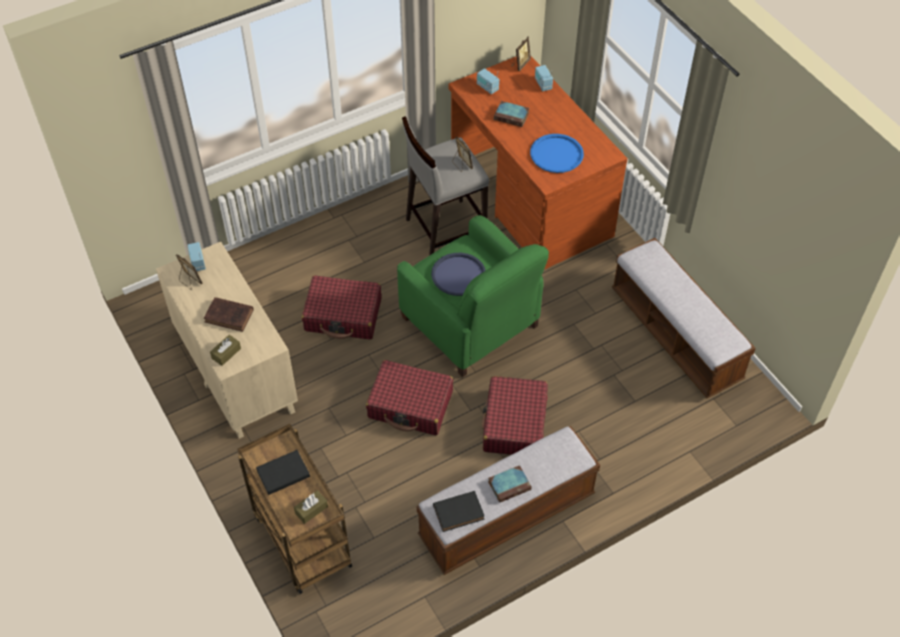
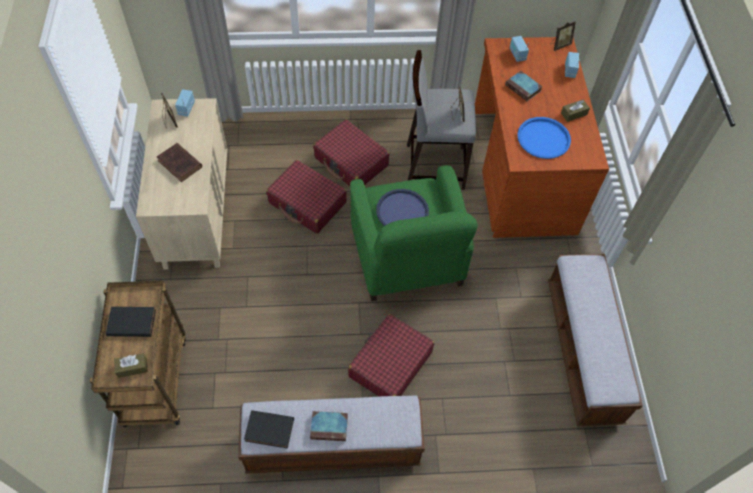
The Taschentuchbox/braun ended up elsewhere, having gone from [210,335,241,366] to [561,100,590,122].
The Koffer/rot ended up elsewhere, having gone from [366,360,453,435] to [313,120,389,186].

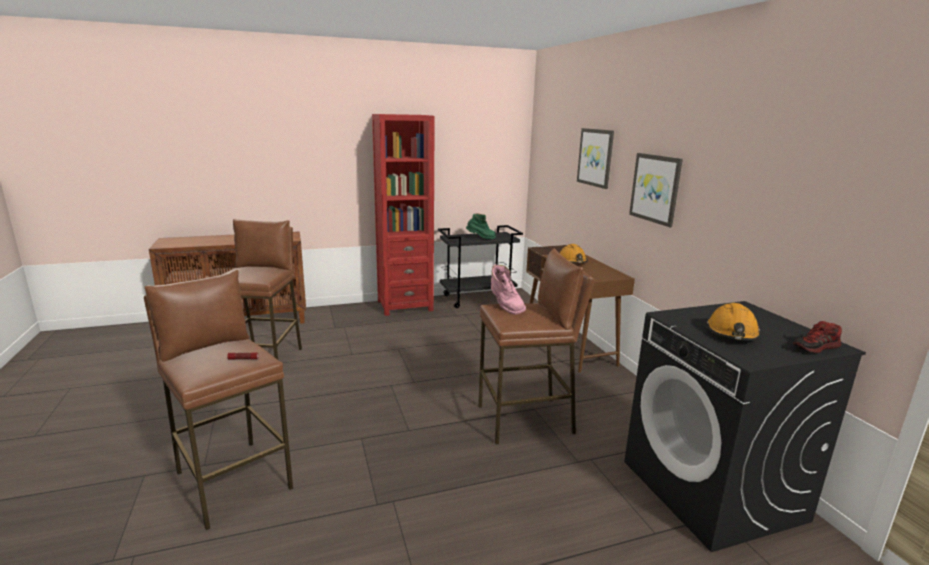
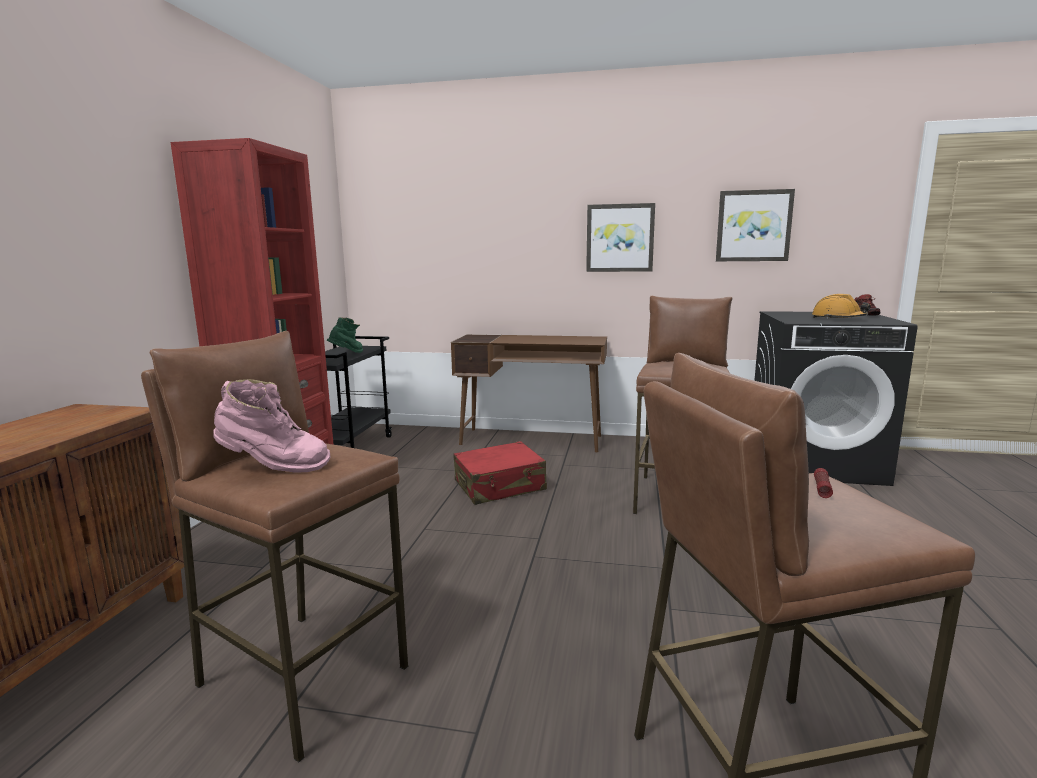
The Bild ended up elsewhere, having gone from [577,128,614,189] to [716,189,795,261].
The second view lost the Schutzhelm/orange at [560,244,588,263].
The Stiefel/rosa ended up elsewhere, having gone from [491,264,526,315] to [213,379,331,473].
The second view gained the Koffer/rot at [453,441,547,505].

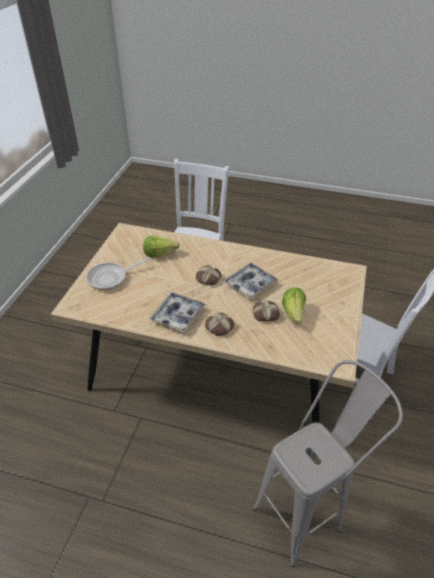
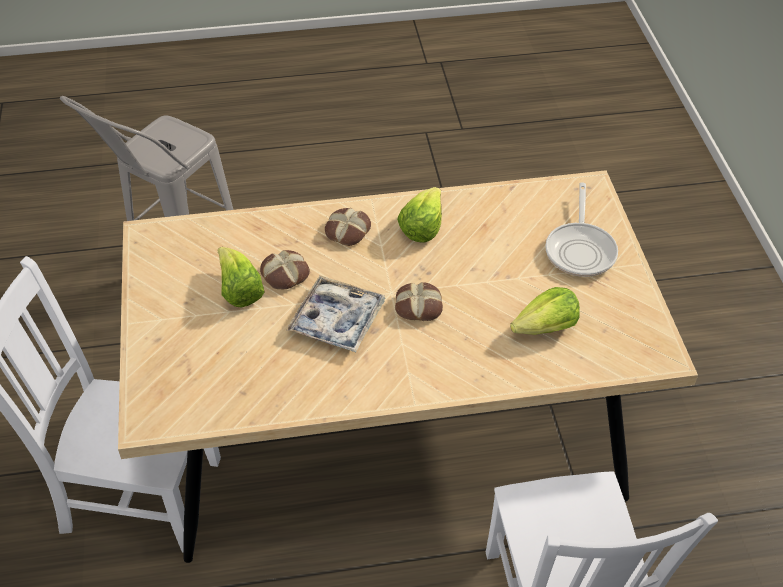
The Pfanne at [86,257,151,290] ended up facing another way, 150 degrees clockwise from before.
Where the Tablett stood at [150,292,206,333], the Salatkopf came to stand at [397,187,442,242].

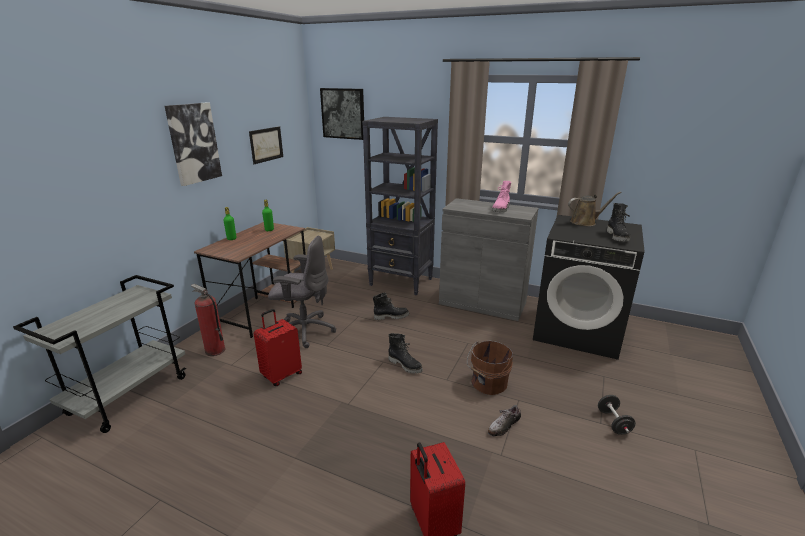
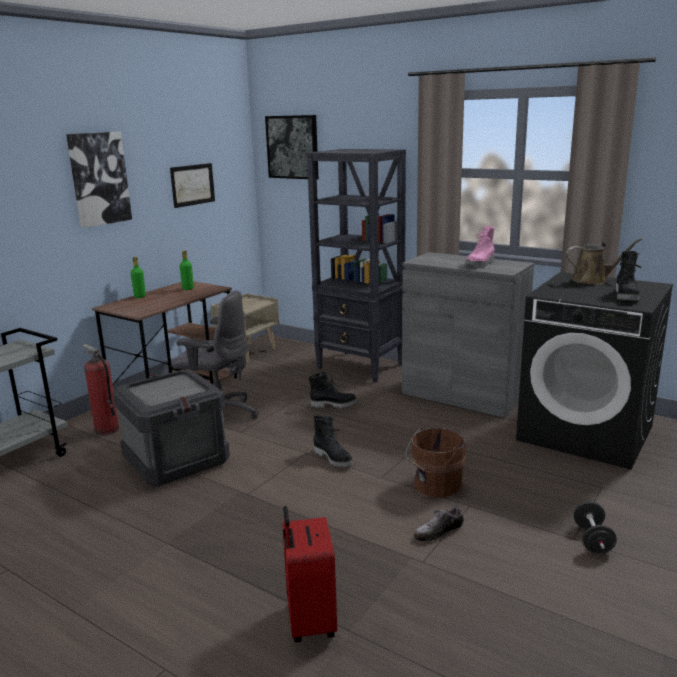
Where the Koffer/rot stood at [254,309,302,386], the Kiste came to stand at [113,369,230,486].

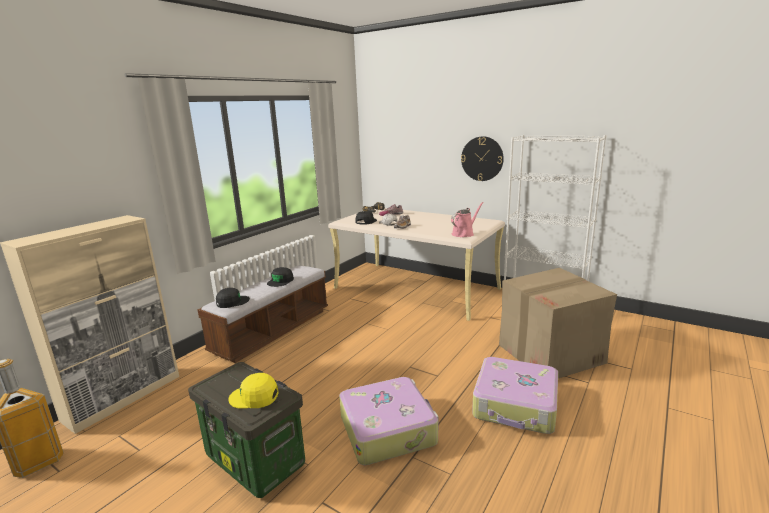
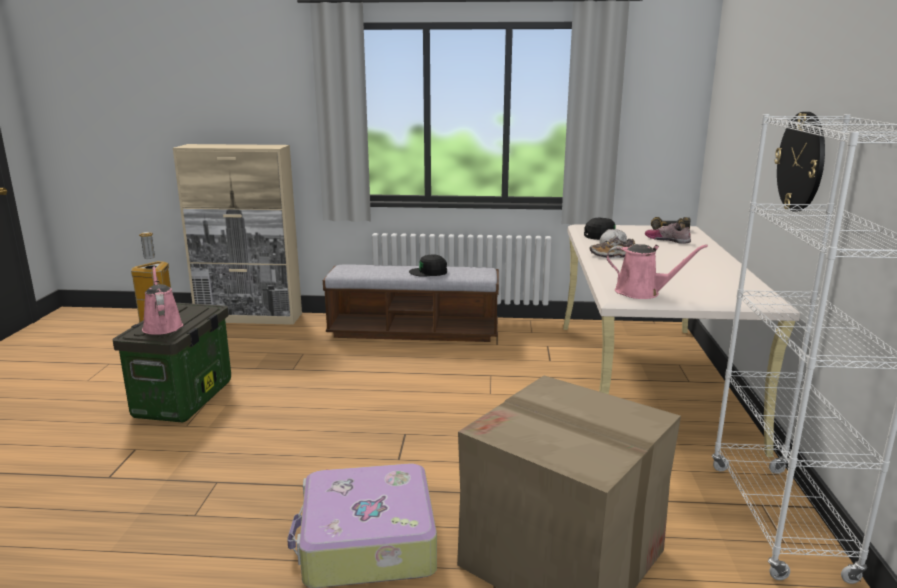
The second view lost the Kappe/schwarz at [216,288,250,308].
Where the Kappe/gelb stood at [228,373,278,408], the Gießkanne/rosa came to stand at [142,266,183,335].
The second view lost the Koffer at [339,377,439,465].

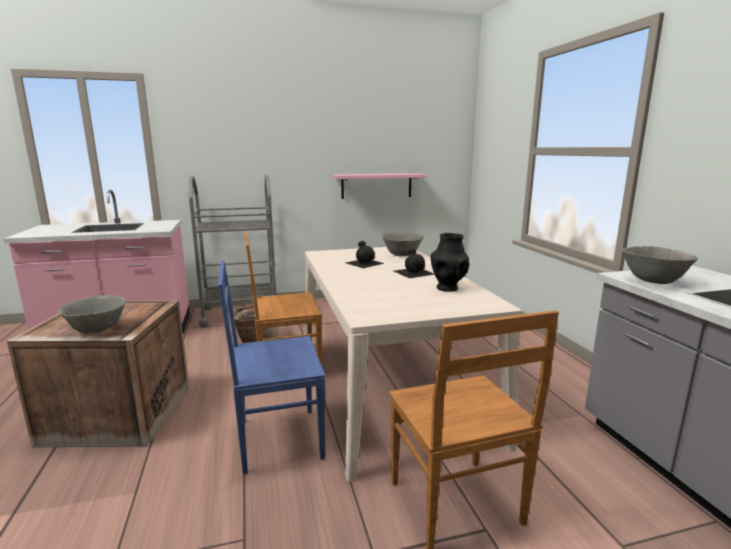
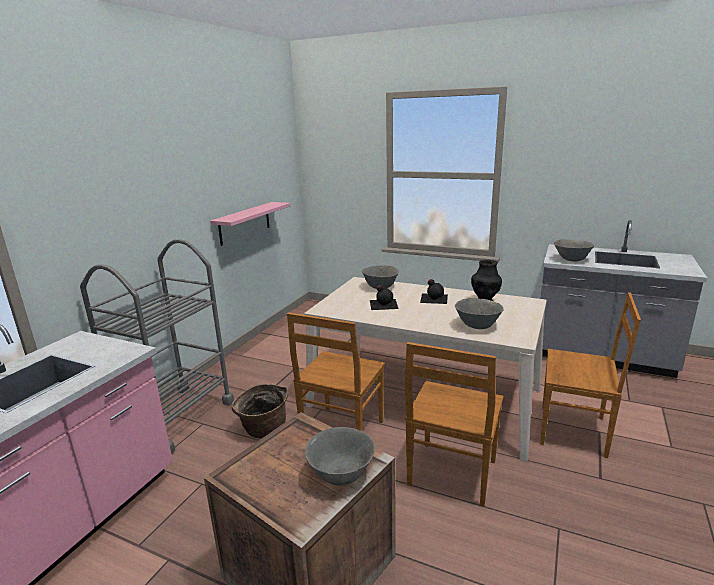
What was the Stuhl/blau at [218,260,325,474] turned into the Stuhl/braun at [405,342,503,507].
The second view gained the Schüssel/grau at [455,298,504,329].

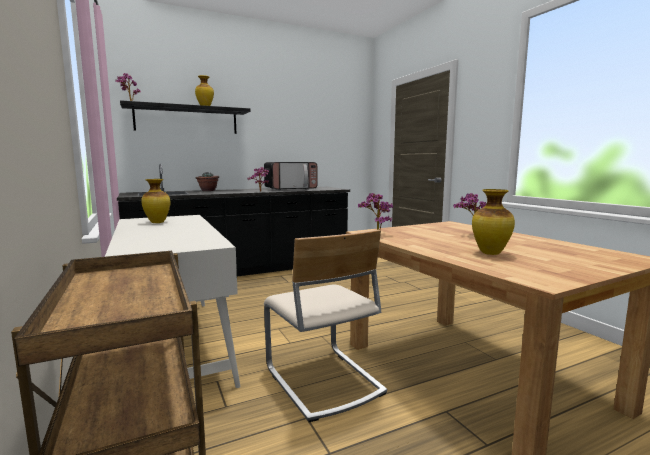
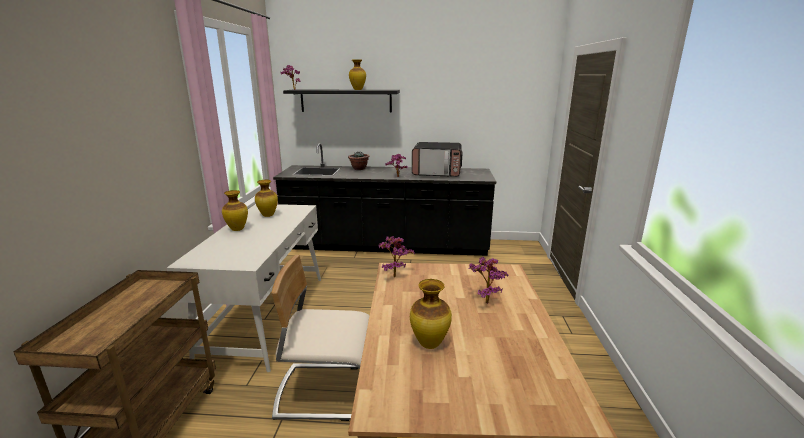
The Stuhl/beige at [264,230,387,422] ended up facing another way, 90 degrees clockwise from before.
The second view gained the Vase at [222,190,248,231].

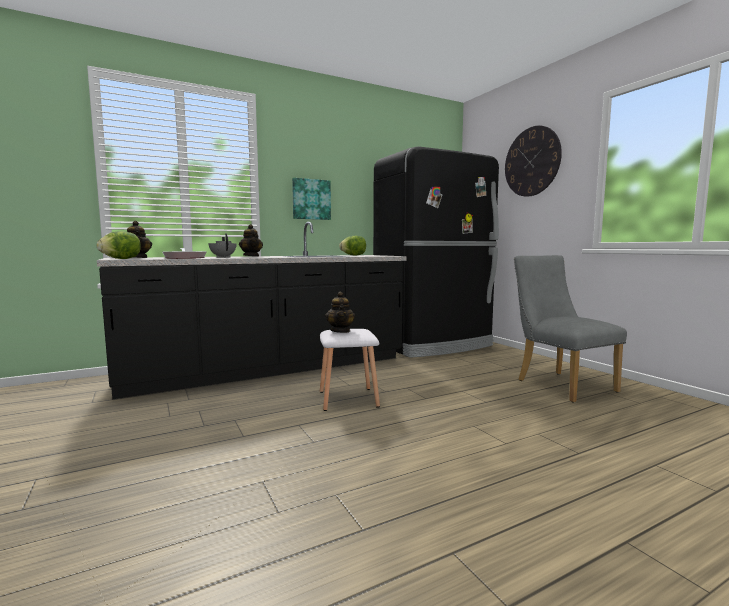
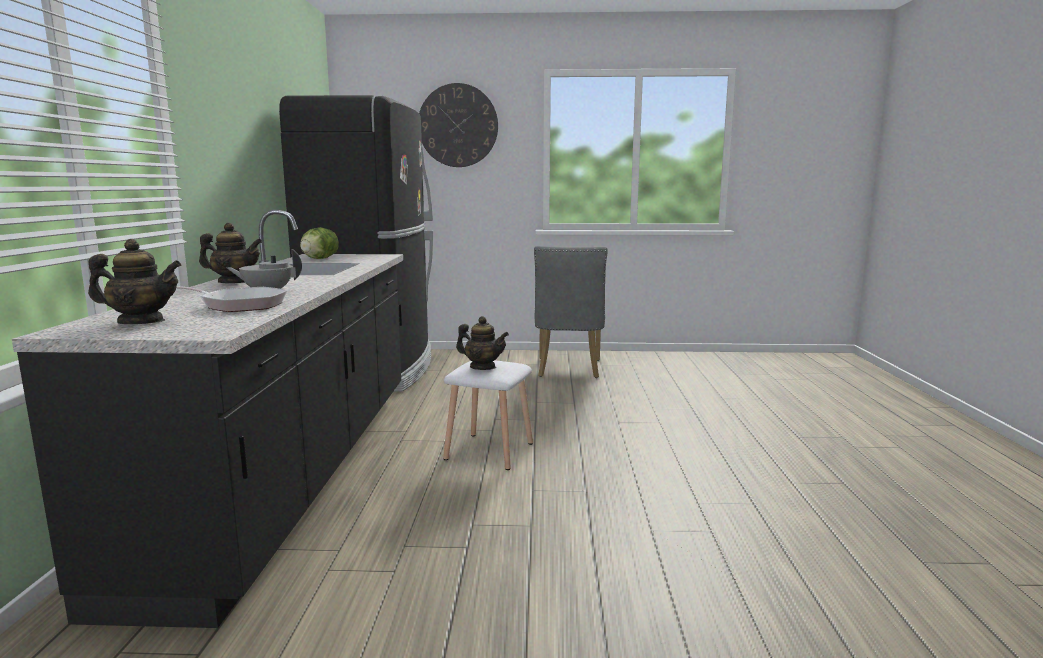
The second view lost the Bild at [292,178,331,220].
The second view lost the Salatkopf at [97,231,141,259].
The Stuhl/grau at [514,255,627,403] ended up facing another way, 90 degrees counterclockwise from before.

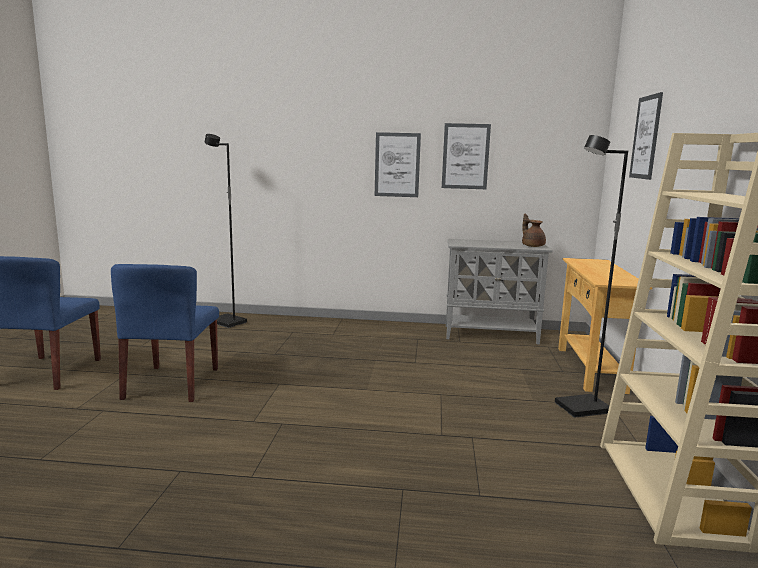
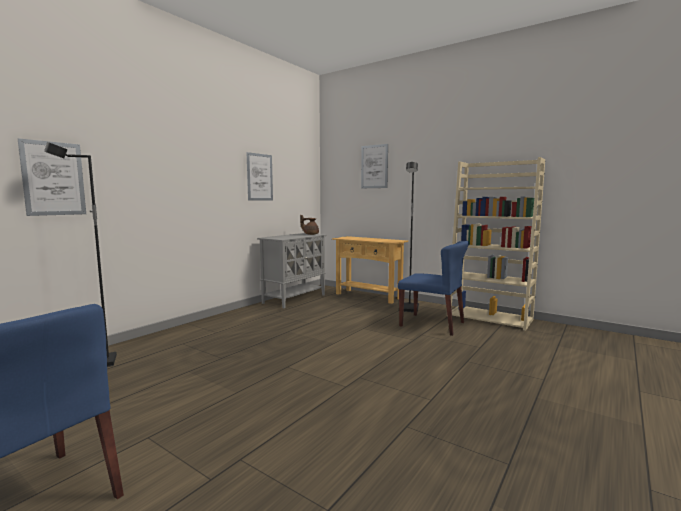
The Bild ended up elsewhere, having gone from [375,132,421,197] to [18,138,86,216].
The Stuhl/blau ended up elsewhere, having gone from [111,264,219,402] to [398,241,469,336].

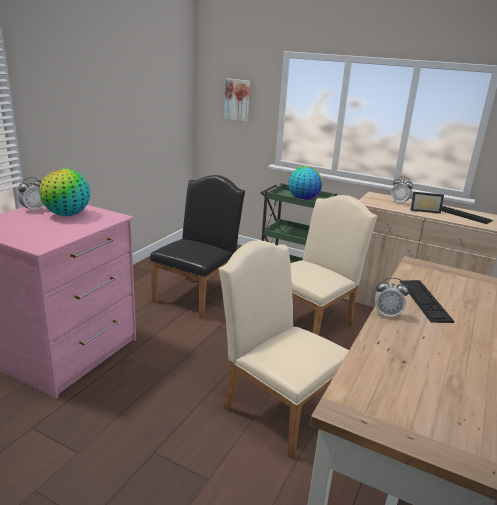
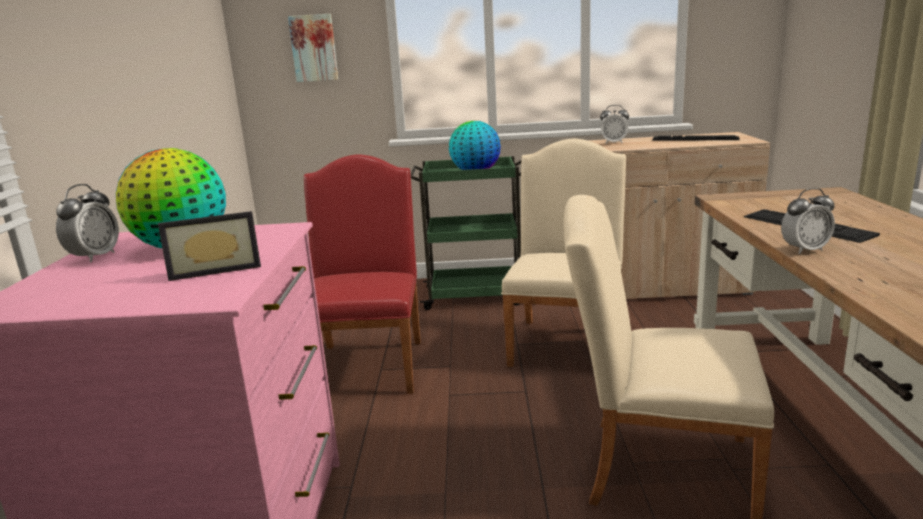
What was the Stuhl/schwarz at [150,175,245,319] turned into the Stuhl/rot at [304,154,421,394].
The Bilderrahmen ended up elsewhere, having gone from [410,192,444,214] to [158,211,261,281].

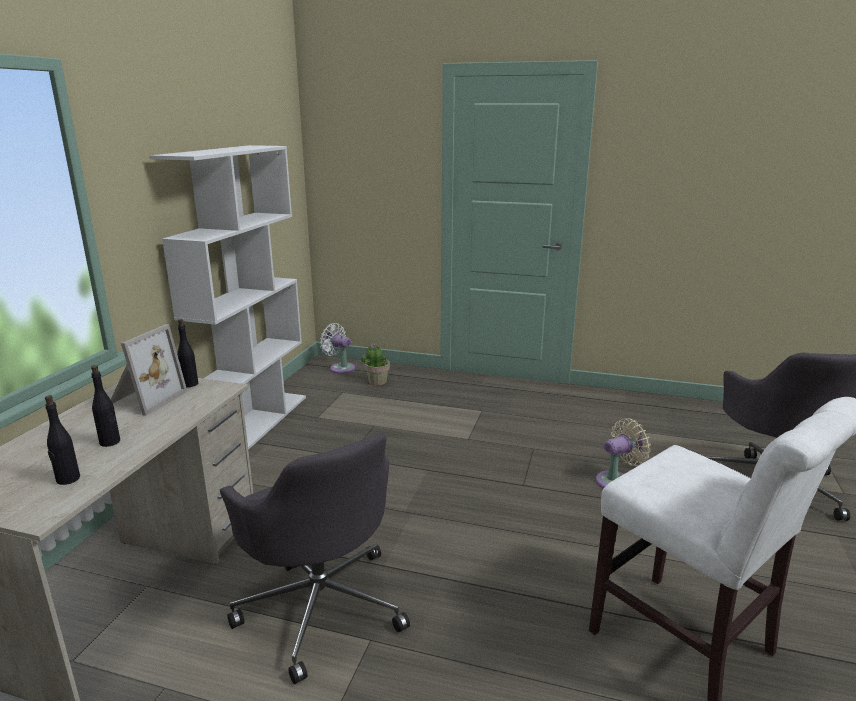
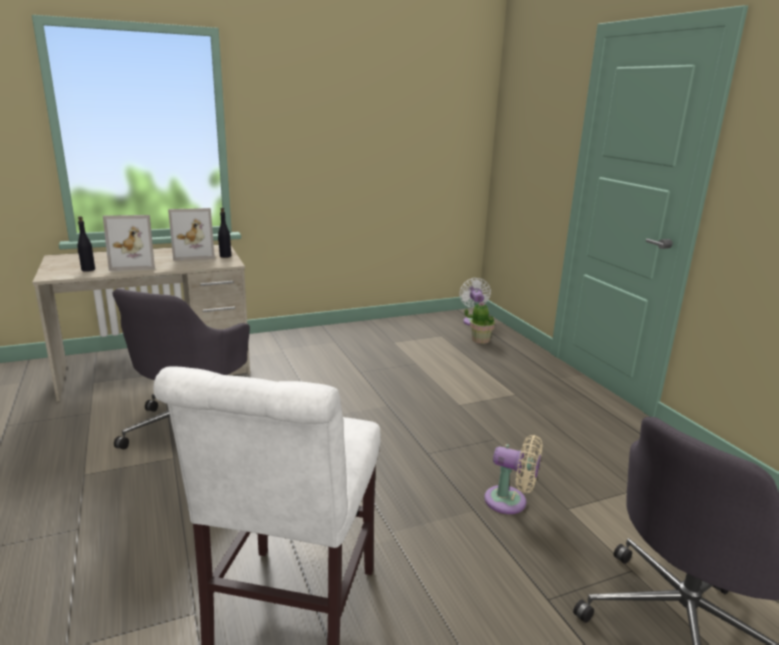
The second view lost the Bücherregal/weiß at [149,145,306,450].
Where the Flasche/schwarz stood at [91,365,120,447], the Bilderrahmen came to stand at [103,215,155,271].

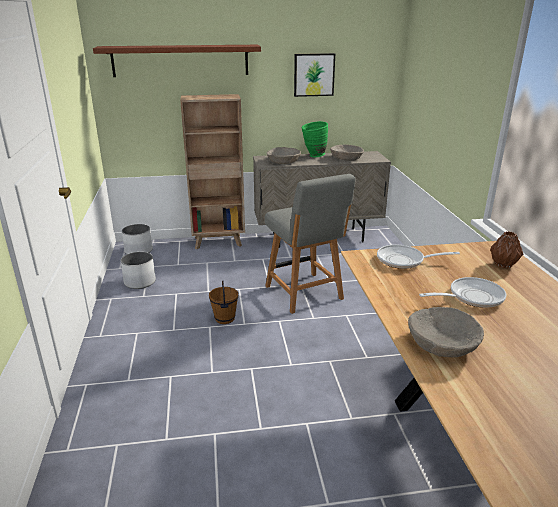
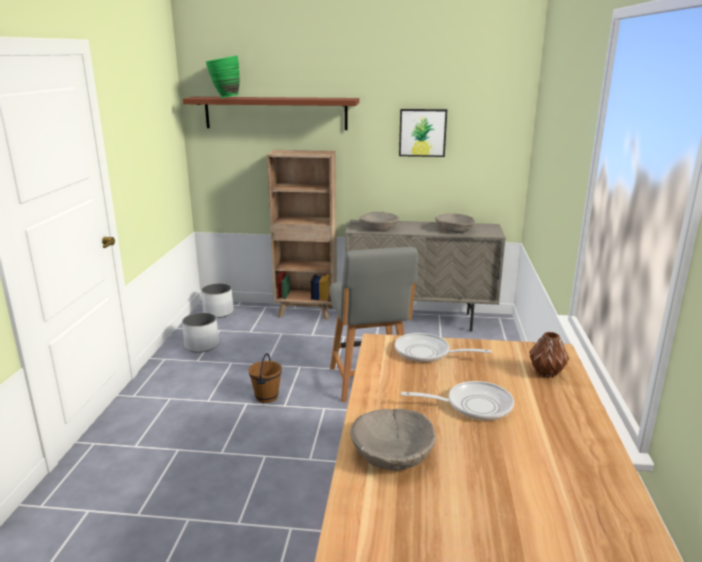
The Vase/grün ended up elsewhere, having gone from [302,121,328,157] to [206,55,240,98].

